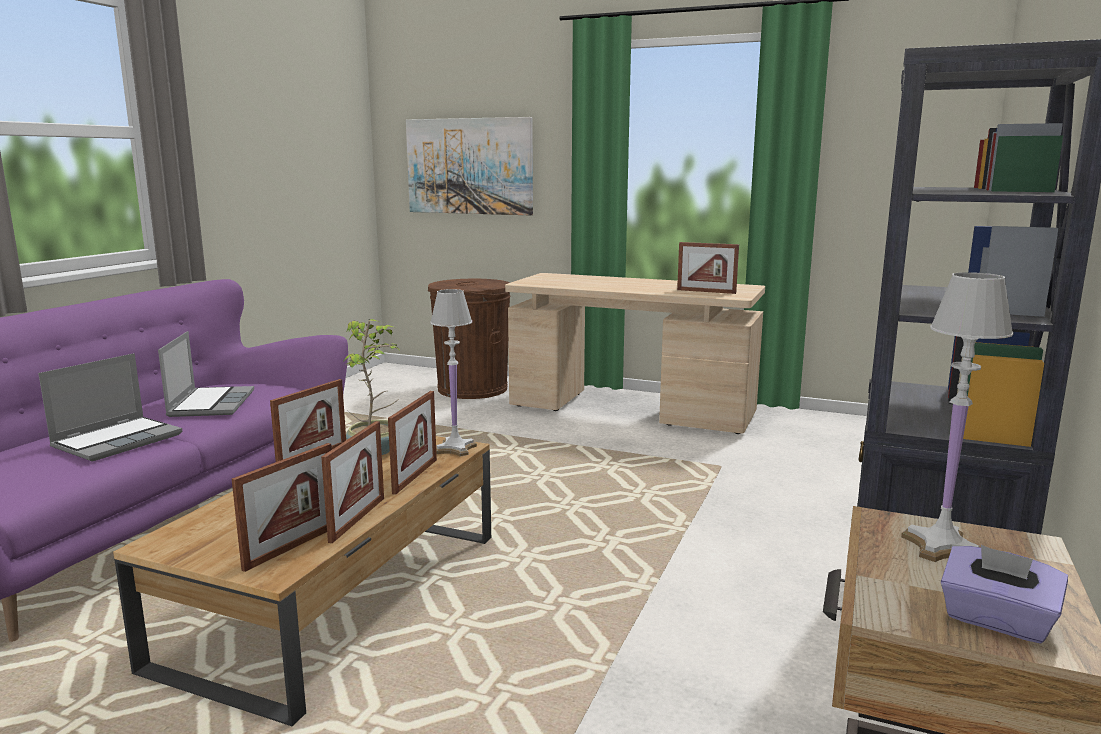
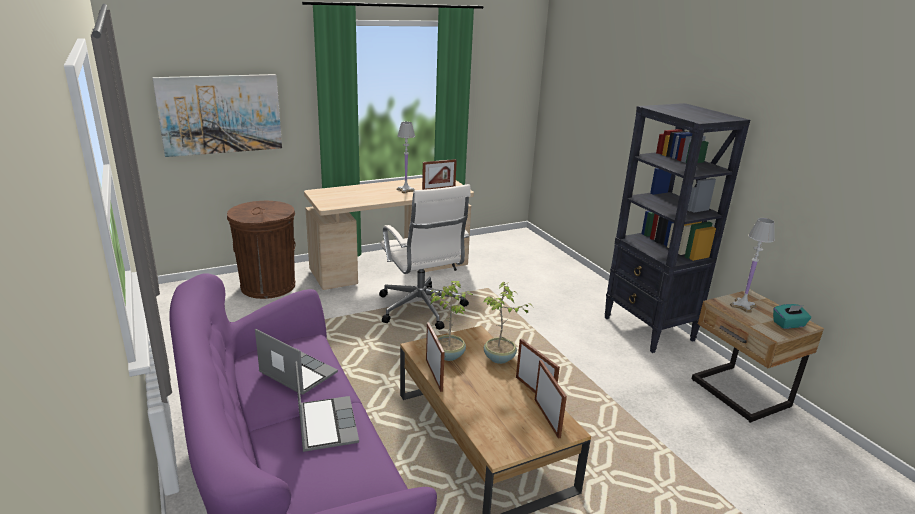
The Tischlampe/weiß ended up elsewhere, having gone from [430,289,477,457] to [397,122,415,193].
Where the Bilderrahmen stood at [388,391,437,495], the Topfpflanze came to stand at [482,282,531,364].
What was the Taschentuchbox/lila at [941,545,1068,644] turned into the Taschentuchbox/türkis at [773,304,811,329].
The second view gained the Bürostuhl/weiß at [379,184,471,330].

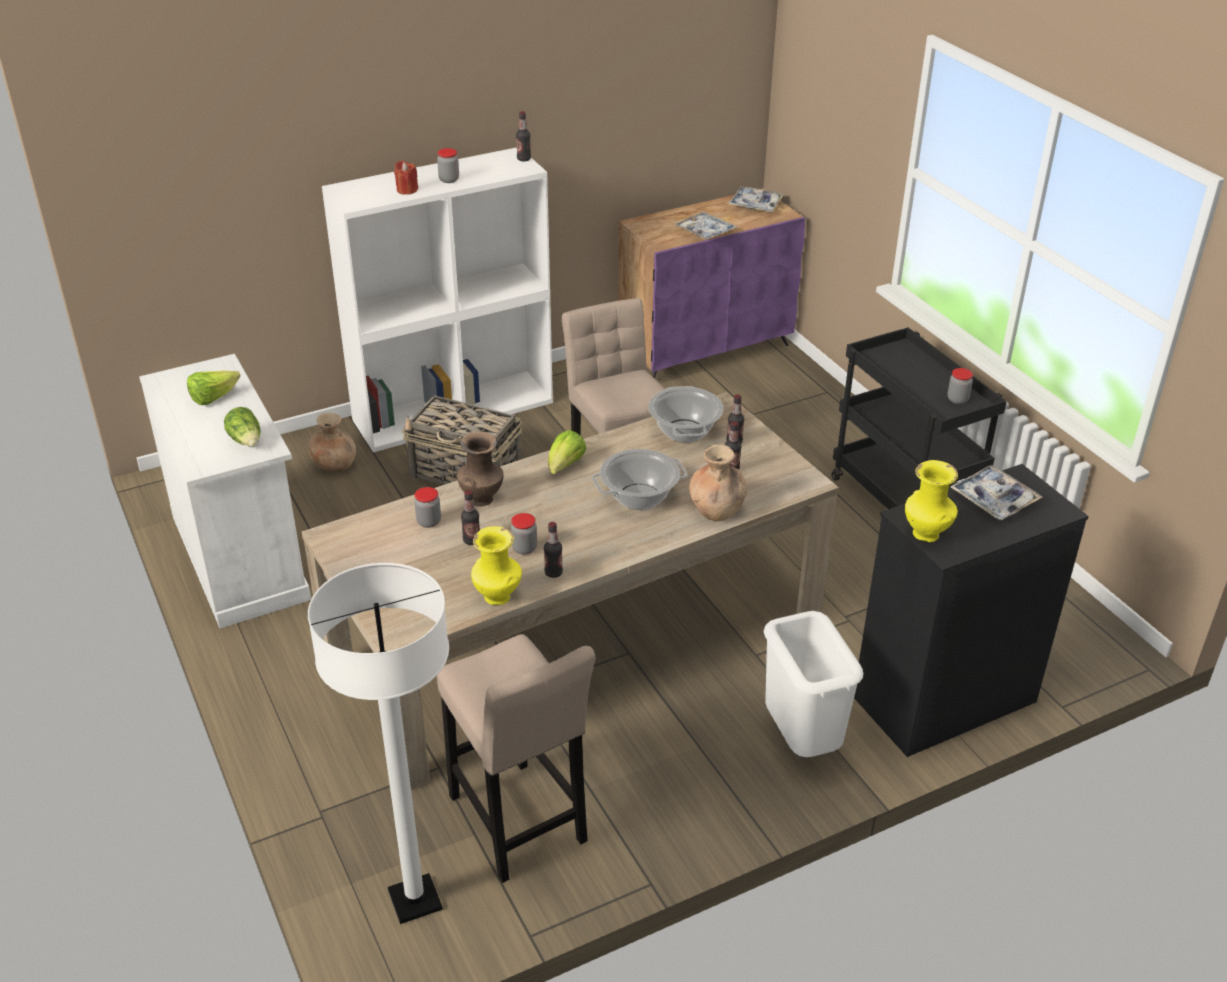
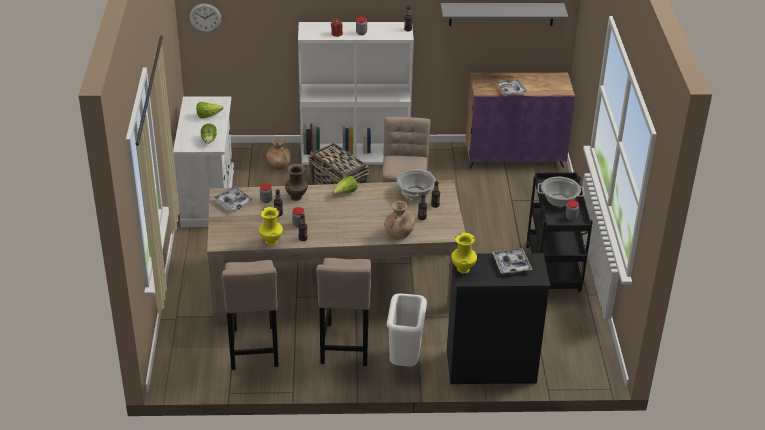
The Tablett ended up elsewhere, having gone from [728,187,784,212] to [213,186,254,211].
The Kochtopf ended up elsewhere, having gone from [592,449,688,510] to [538,177,584,207].
The second view lost the Stehlampe/weiß at [308,563,449,924].
The second view gained the Wandregal/grau at [441,3,568,26].
The second view gained the Wanduhr at [189,4,222,32].
The second view gained the Hocker/beige at [316,258,371,366].

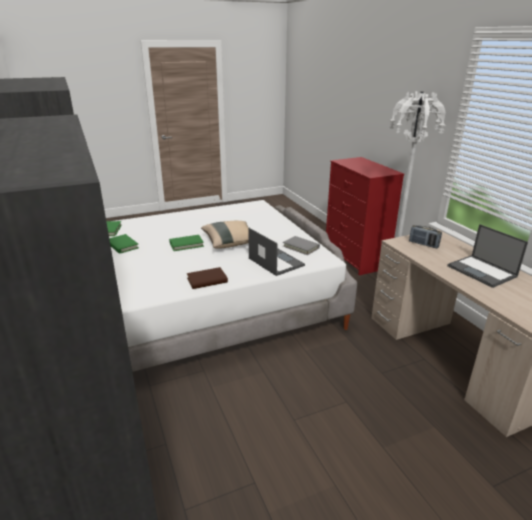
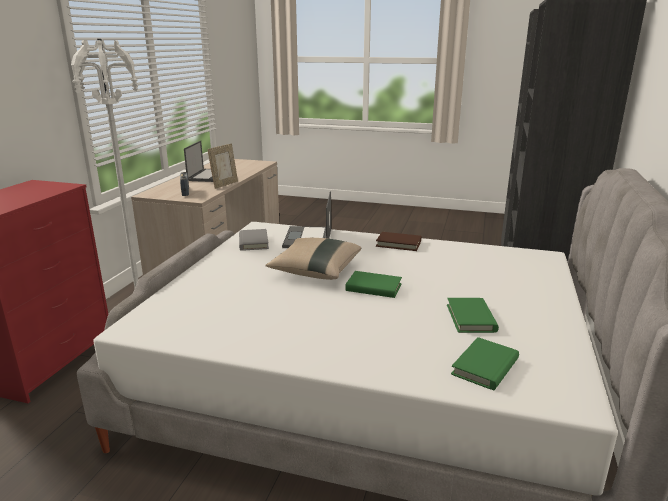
The second view gained the Bilderrahmen at [207,144,238,189].

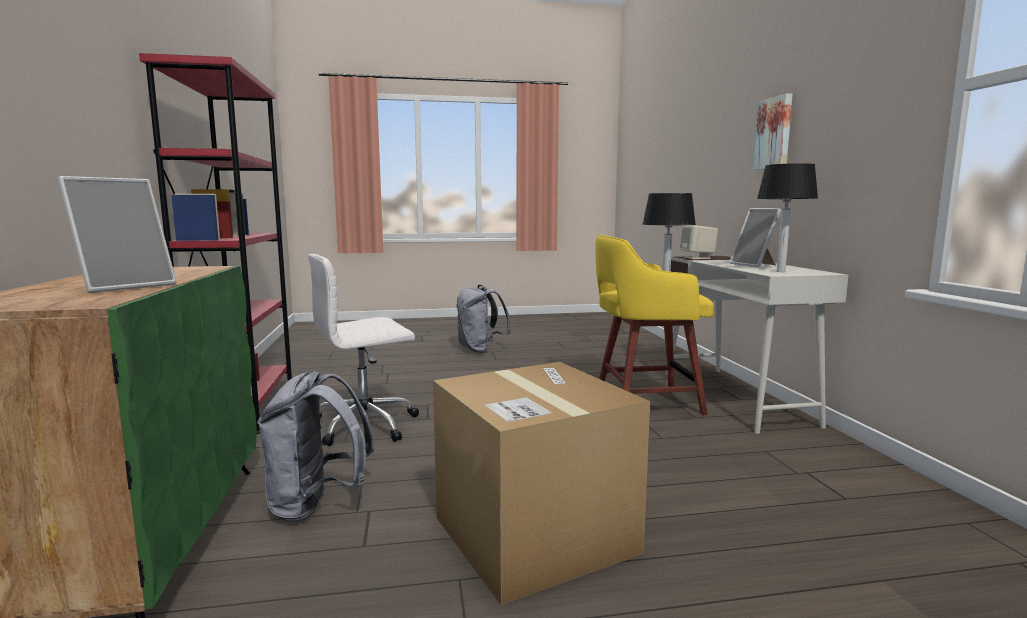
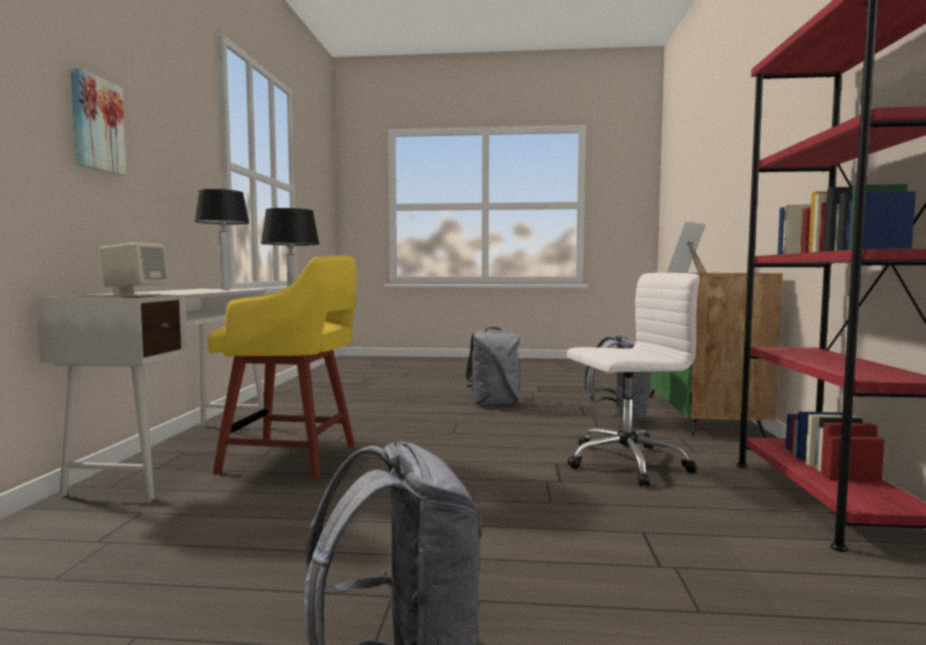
The second view lost the Bilderrahmen at [730,208,781,267].
Where the Karton stood at [433,362,650,605], the Rucksack/grau came to stand at [465,327,520,405].

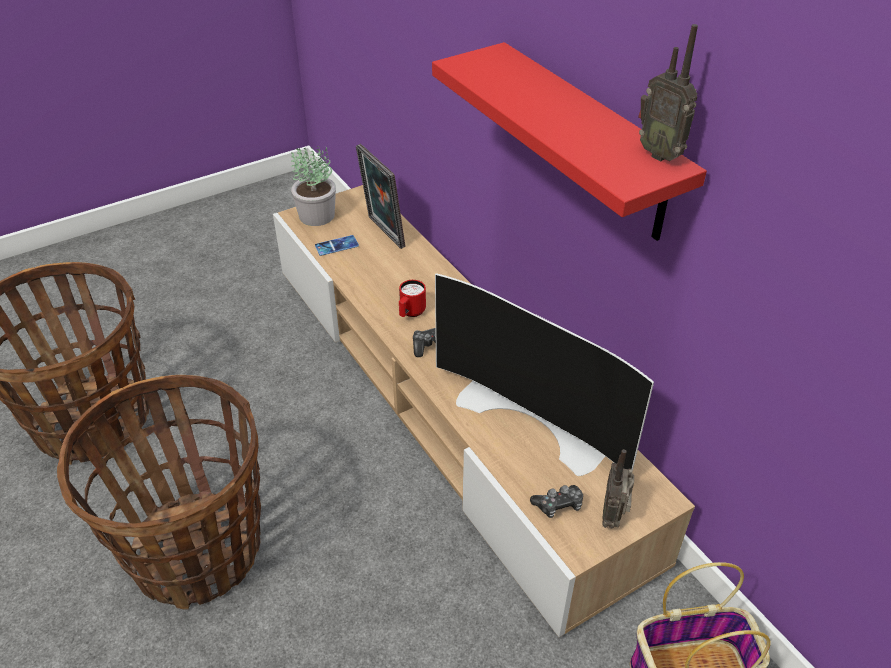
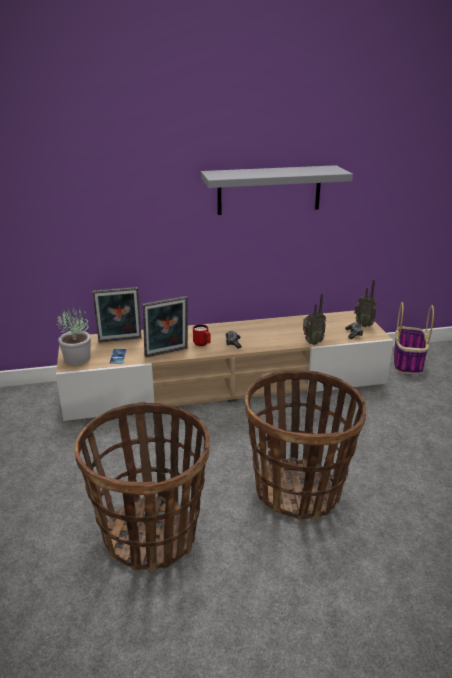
The Radio ended up elsewhere, having gone from [638,24,698,162] to [303,293,326,345].
What was the Wandregal/rot at [432,42,707,241] turned into the Wandregal/grau at [201,165,353,215].
The second view lost the Fernseher at [435,273,654,476].
The second view gained the Bilderrahmen at [142,296,188,357].

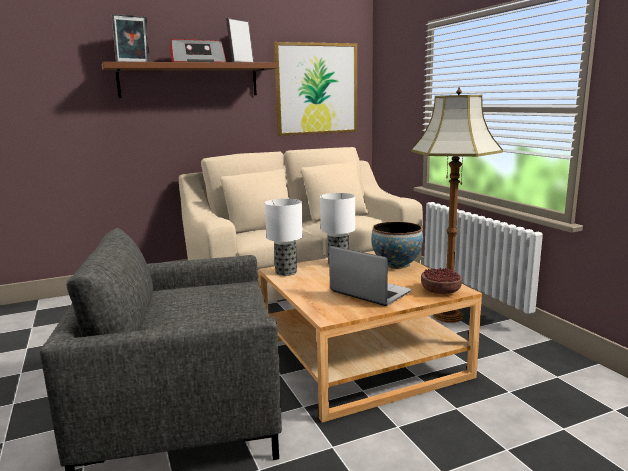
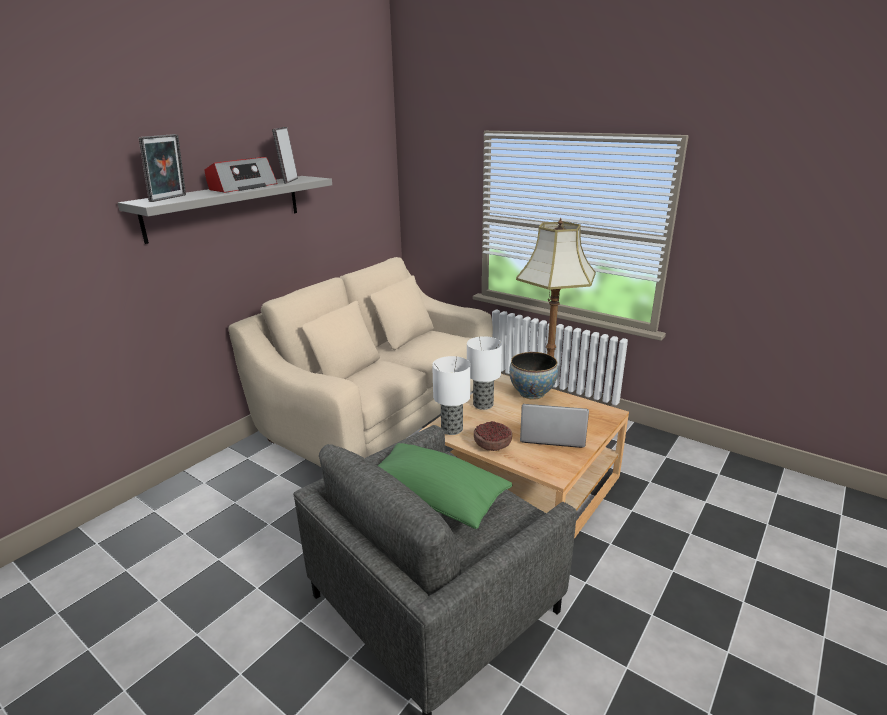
The second view lost the Bild at [274,42,357,136].
What was the Wandregal/braun at [102,62,277,98] turned into the Wandregal/grau at [118,176,332,244].
The Schüssel ended up elsewhere, having gone from [421,268,462,294] to [474,421,512,451].
The second view gained the Kissen/grün at [377,443,512,529].

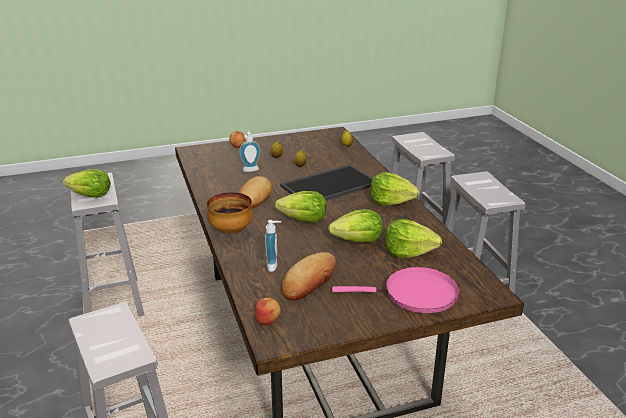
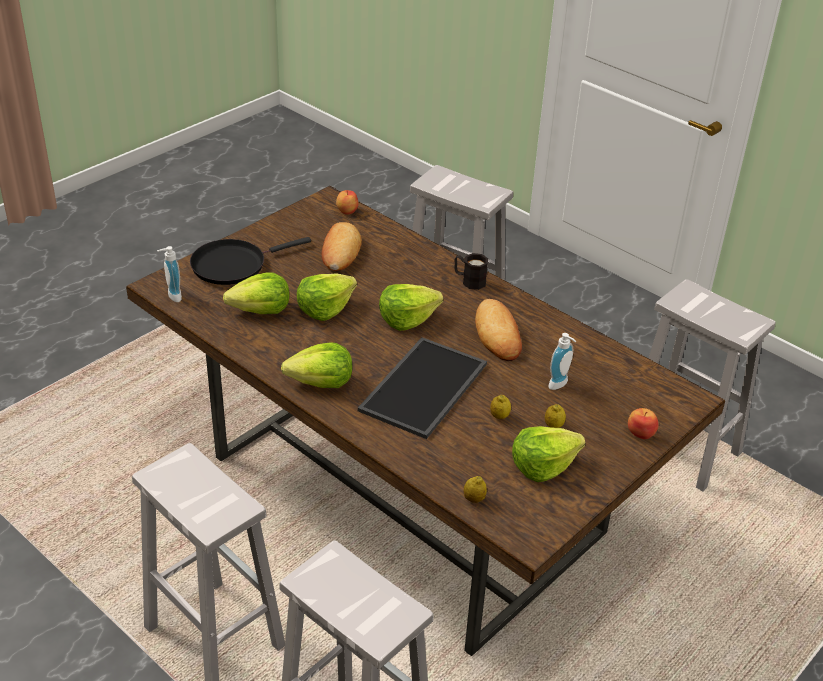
The Salatkopf ended up elsewhere, having gone from [63,169,111,198] to [512,426,586,482].
Where the Schüssel stood at [207,192,253,234], the Henkelbecher/schwarz came to stand at [455,253,488,290].
The Seifenspender ended up elsewhere, having gone from [265,220,282,272] to [157,246,182,302].
What was the Pfanne/rosa at [332,267,459,313] turned into the Pfanne/schwarz at [190,237,311,285].

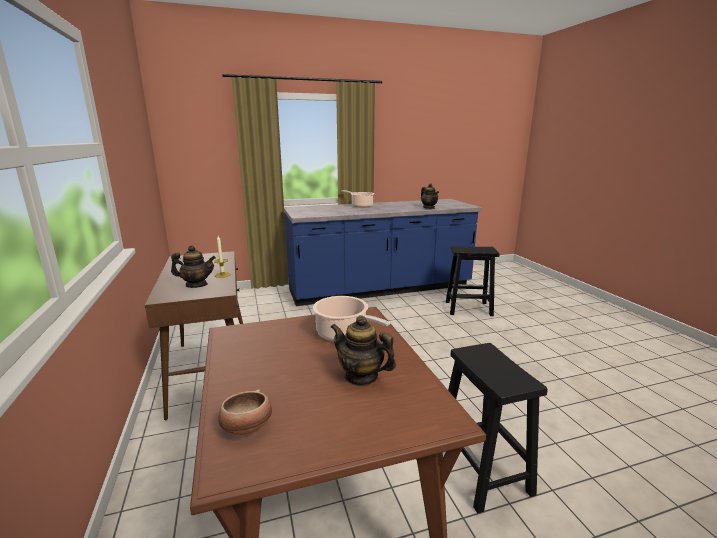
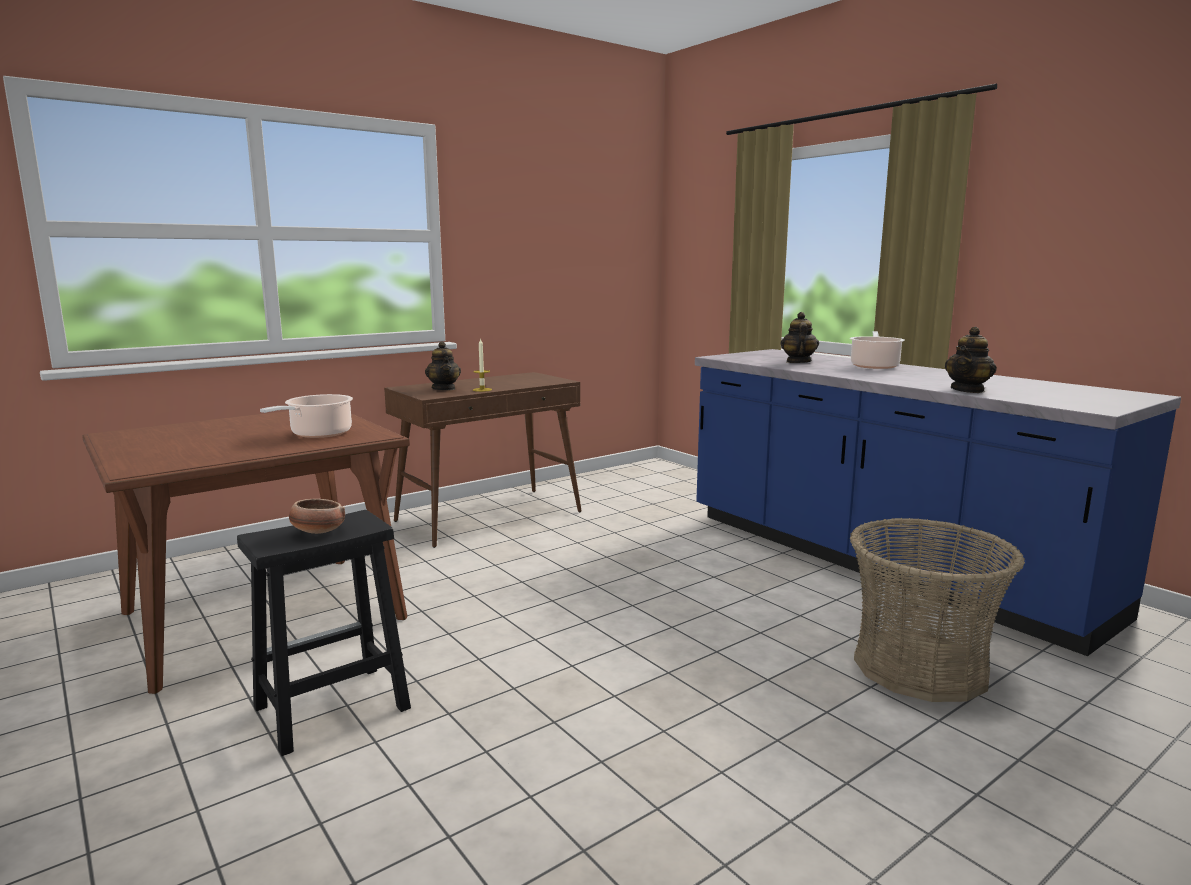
Where the Hocker/schwarz stood at [446,246,499,316], the Korb came to stand at [850,518,1025,702].
The Teekanne ended up elsewhere, having gone from [331,315,396,386] to [780,312,819,363].
The Schüssel ended up elsewhere, having gone from [218,389,272,435] to [289,499,345,534].

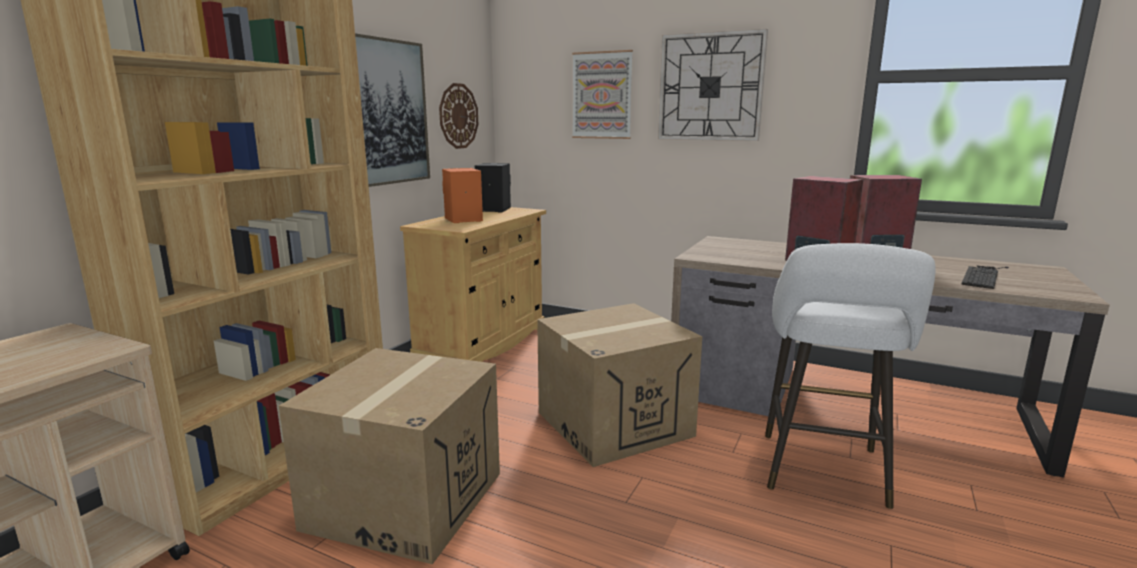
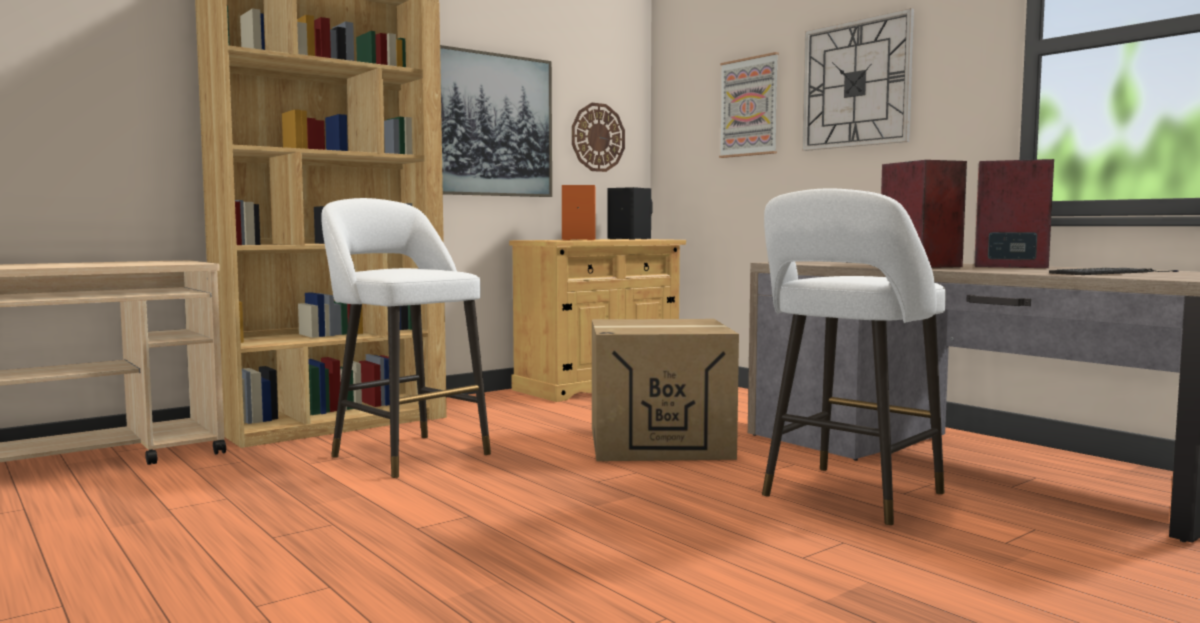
Where the Karton stood at [279,348,500,564], the Hocker/weiß came to stand at [321,198,491,478].

